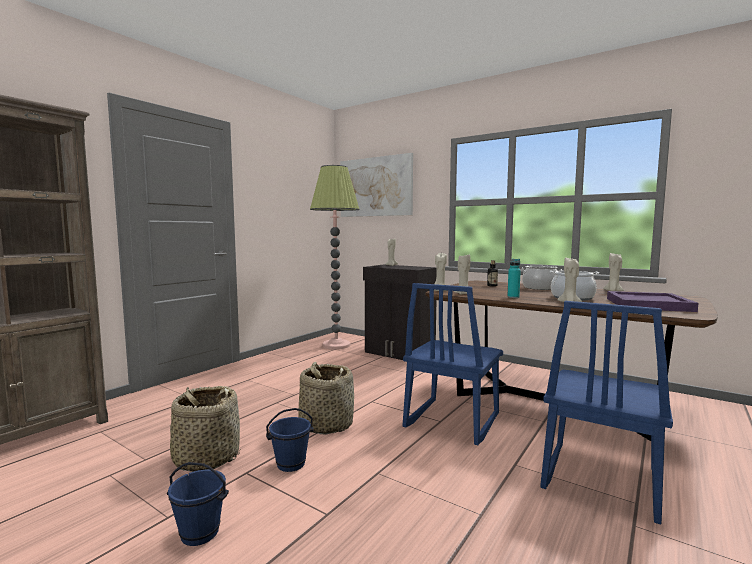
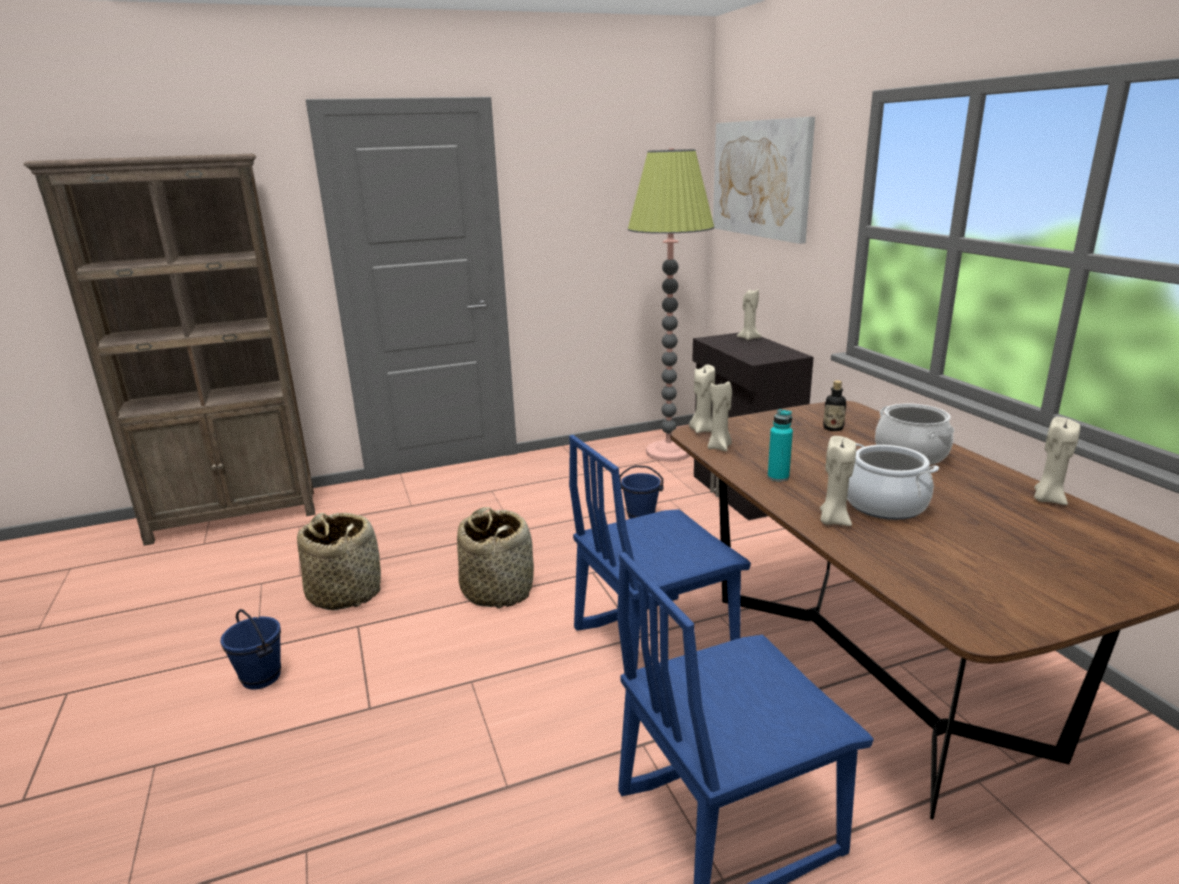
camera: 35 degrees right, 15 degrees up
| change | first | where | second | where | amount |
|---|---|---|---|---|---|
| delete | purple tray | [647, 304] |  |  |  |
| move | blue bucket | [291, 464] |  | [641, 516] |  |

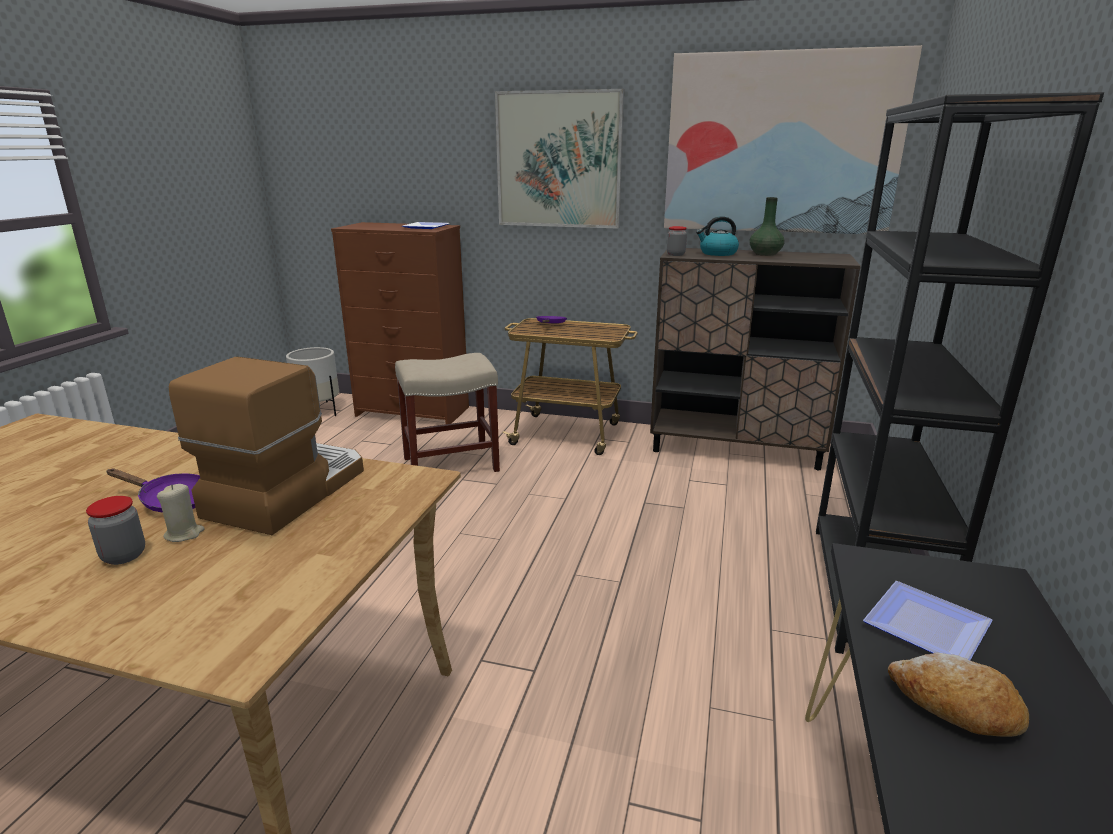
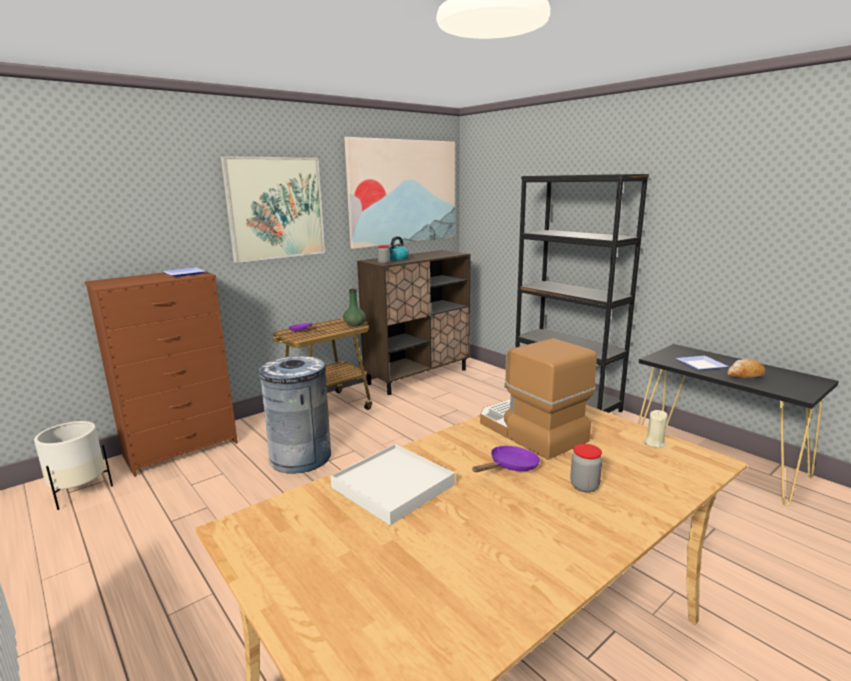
camera: 55 degrees left, 5 degrees down
| change | first | where | second | where | amount |
|---|---|---|---|---|---|
| move | green vase | [765, 254] |  | [354, 325] |  |
| replace | beige stool | [452, 464] | grey trash can | [300, 457] |  |
| move | beige candle | [184, 534] |  | [654, 443] |  |
| insert |  |  | white tray | [393, 486] |  |

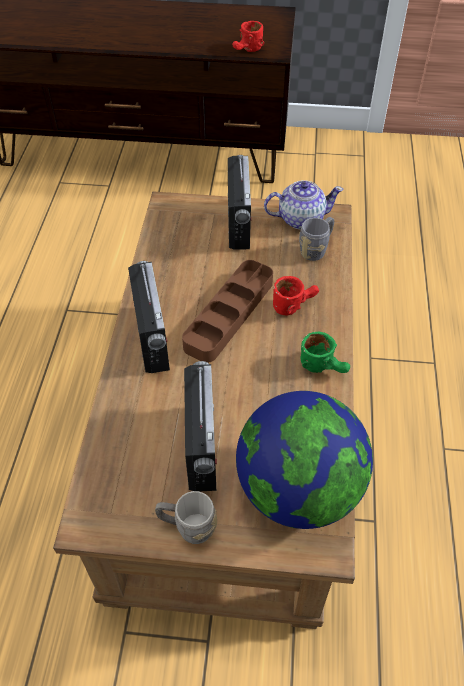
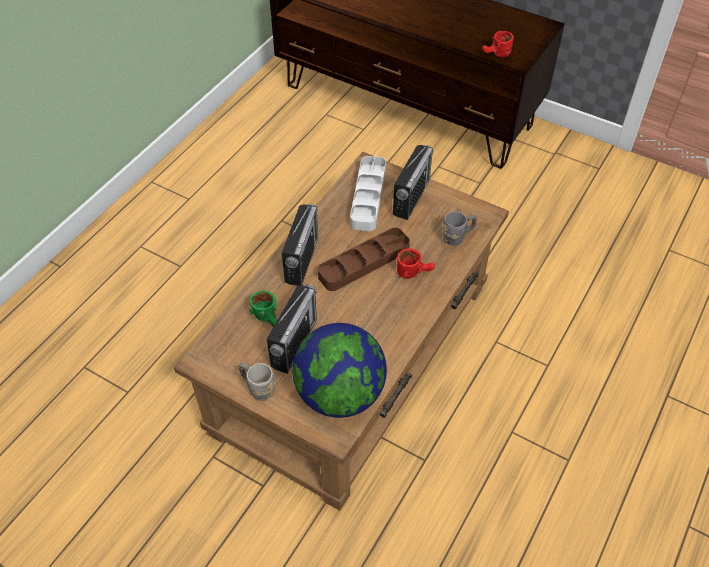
camera: 25 degrees right, 0 degrees up
| change | first | where | second | where | amount |
|---|---|---|---|---|---|
| delete | teapot | [300, 219] |  |  |  |
| move | green mug | [324, 366] |  | [269, 319] |  |
| insert |  |  | white tray | [368, 196] |  |

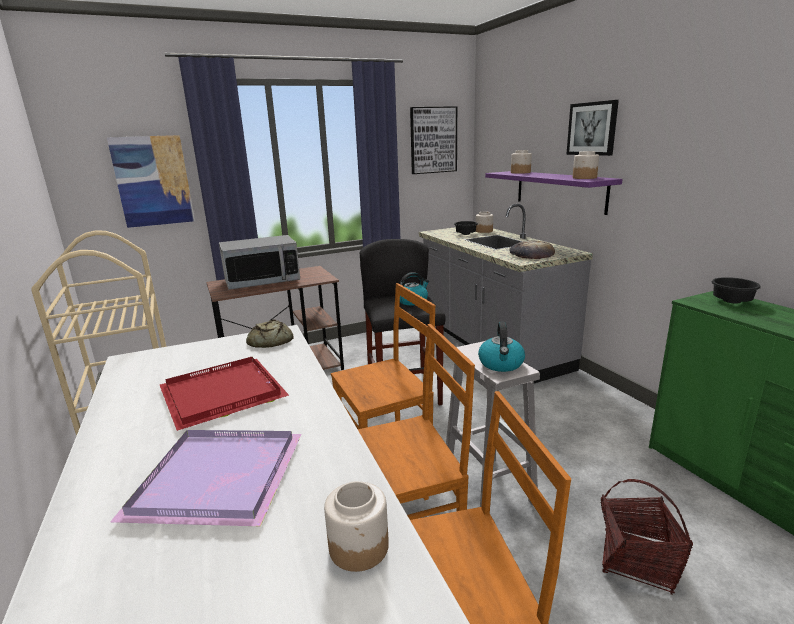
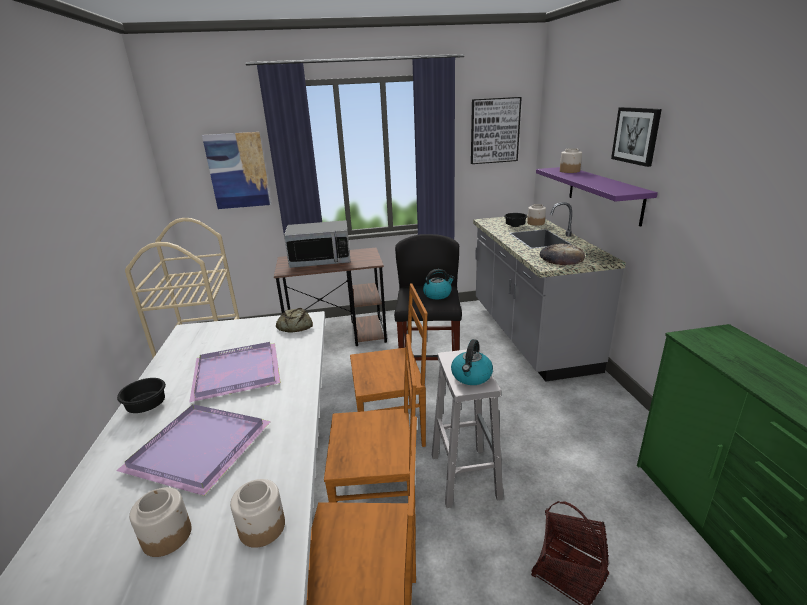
camera: 15 degrees right, 5 degrees up
| change | first | where | second | where | amount |
|---|---|---|---|---|---|
| move | jar | [584, 178] |  | [167, 536] |  |
| move | black bowl | [731, 302] |  | [145, 407] |  |
| recolor | red tray | [225, 394] | purple tray | [238, 373] |  |

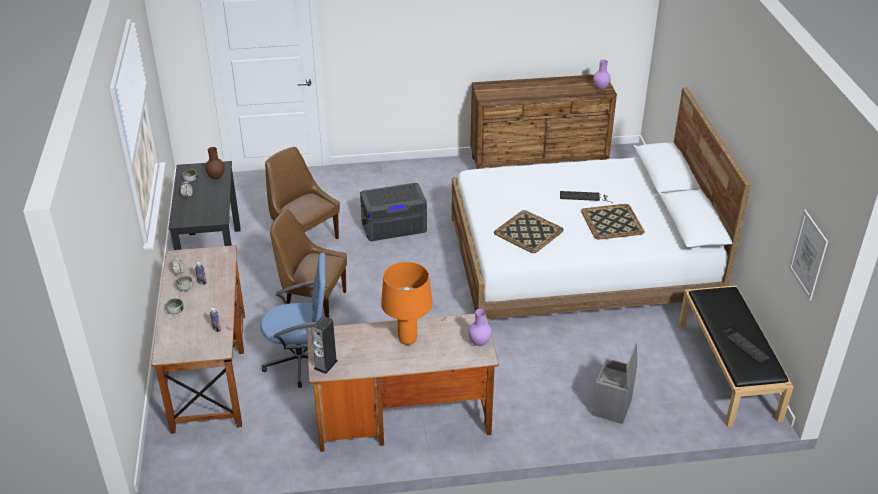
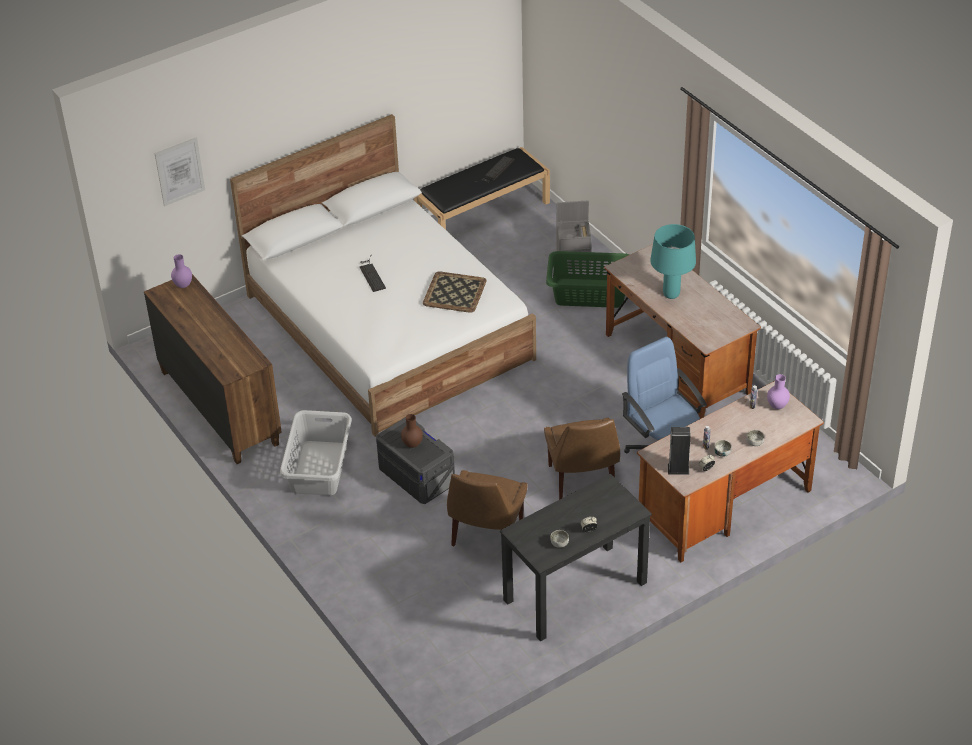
camera: 115 degrees left, 5 degrees up
| change | first | where | second | where | amount |
|---|---|---|---|---|---|
| move | brown vase | [216, 177] |  | [413, 444] |  |
| delete | tray | [612, 222] |  |  |  |
| move | picture | [808, 255] |  | [180, 171] |  |
| recolor | orange table lamp | [408, 340] | turquoise table lamp | [671, 294] |  |
| move | purple vase | [480, 343] |  | [776, 406] |  |
| move | speaker | [325, 364] |  | [678, 469] |  |
| insert |  |  | green laundry basket | [590, 293] |  |
| insert |  |  | grey laundry basket | [318, 468] |  |

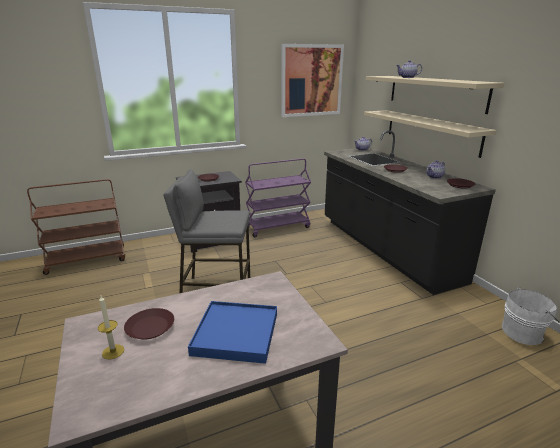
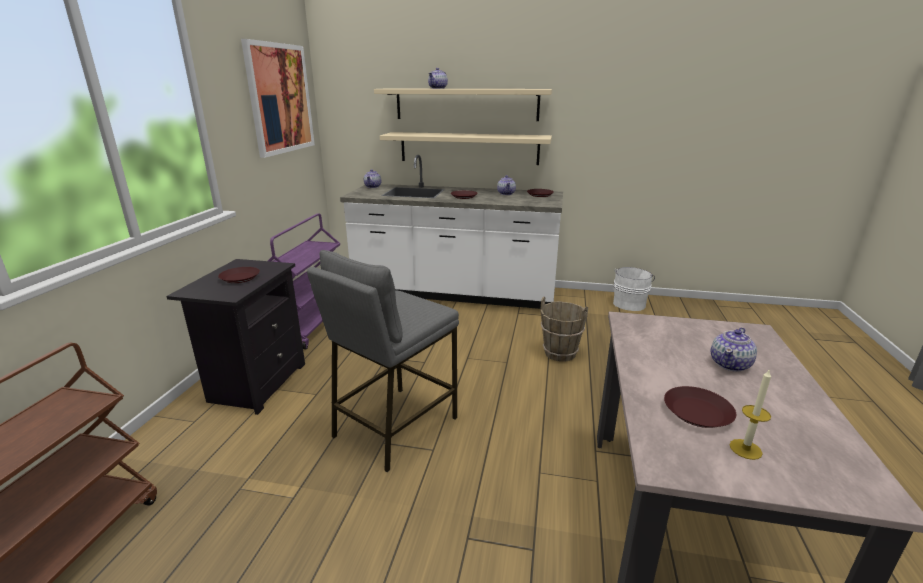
camera: 55 degrees left, 0 degrees up
| change | first | where | second | where | amount |
|---|---|---|---|---|---|
| recolor | black counter | [385, 249] | white counter | [455, 293] |  |
| replace | blue tray | [236, 334] | teapot | [730, 364] |  |
| insert |  |  | brown bucket | [560, 353] |  |

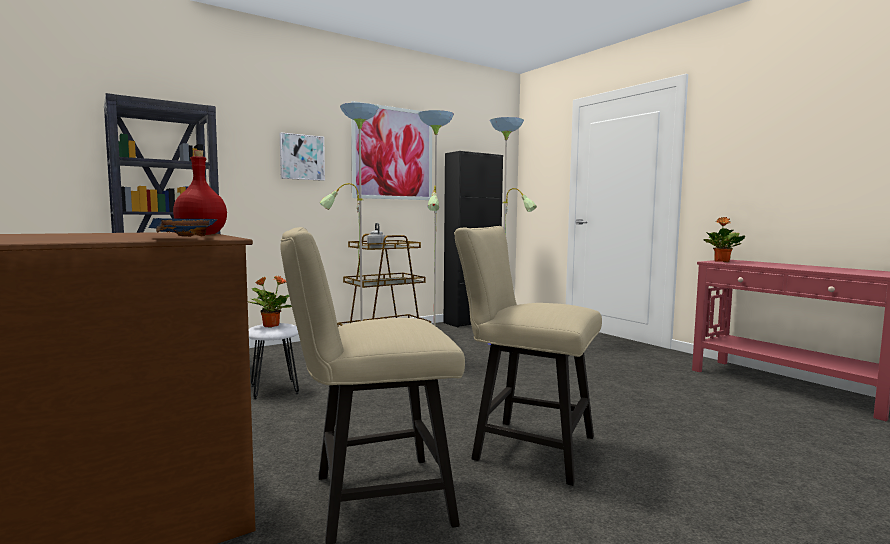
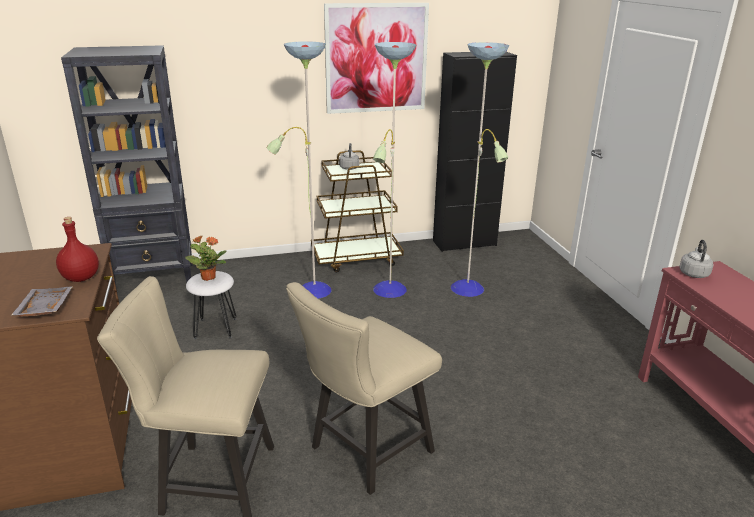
camera: 20 degrees right, 20 degrees up
| change | first | where | second | where | amount |
|---|---|---|---|---|---|
| delete | picture | [301, 157] |  |  |  |
| replace | potted plant | [721, 261] | grey kettle | [693, 273] |  |
| recolor | blue tray | [179, 238] | grey tray | [44, 309] |  |
| rotate | beige chair | [525, 447] |  | [364, 453] | 90 degrees counterclockwise |

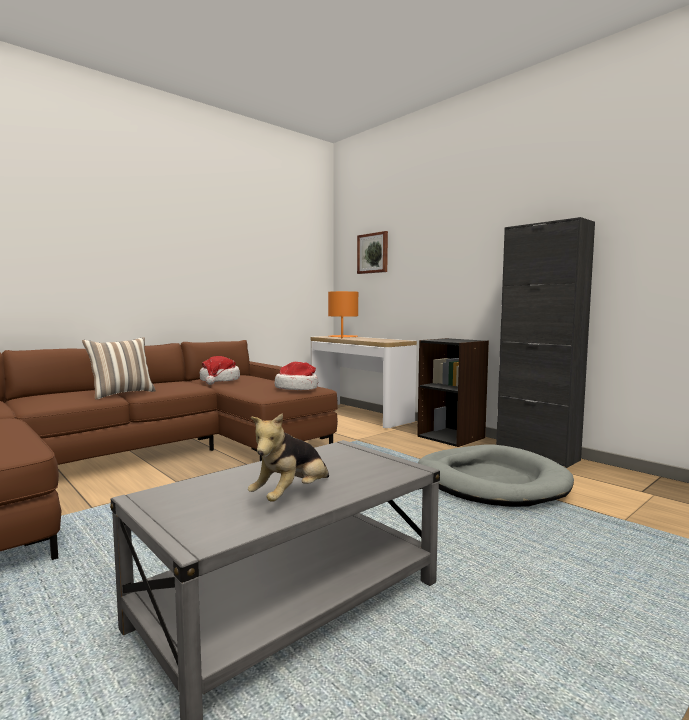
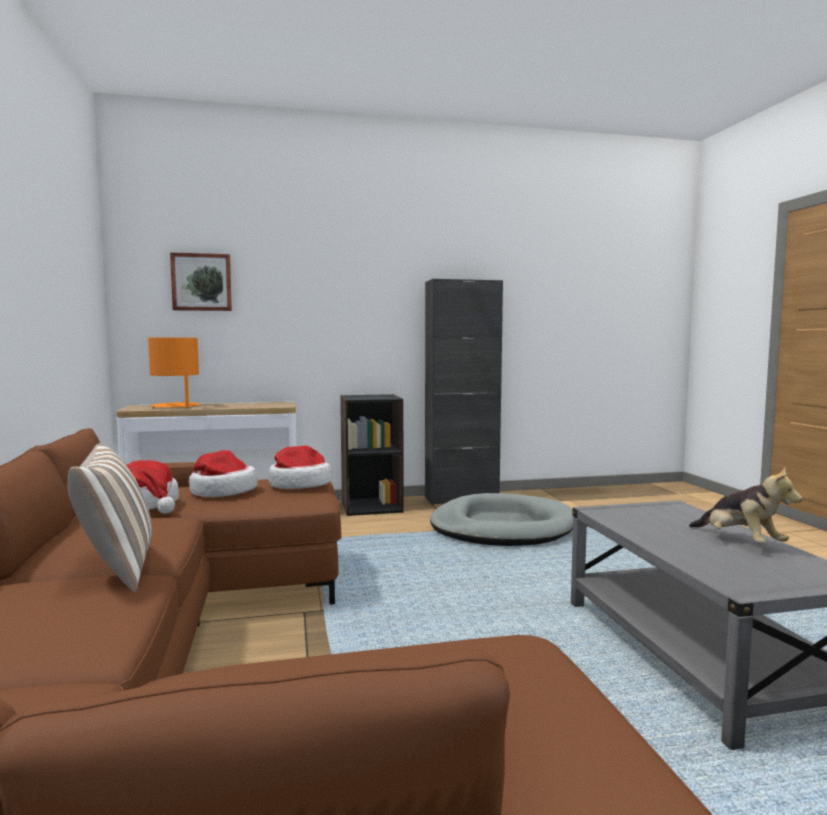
camera: 60 degrees left, 0 degrees up
| change | first | where | second | where | amount |
|---|---|---|---|---|---|
| insert |  |  | hat | [222, 492] |  |

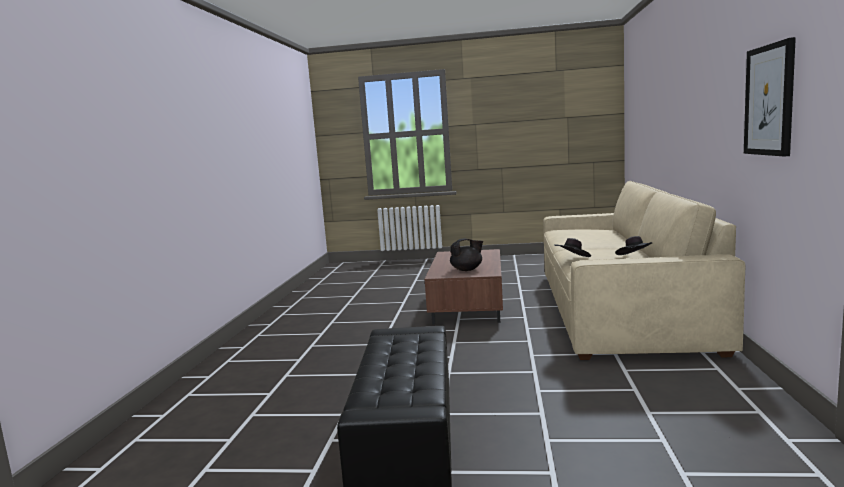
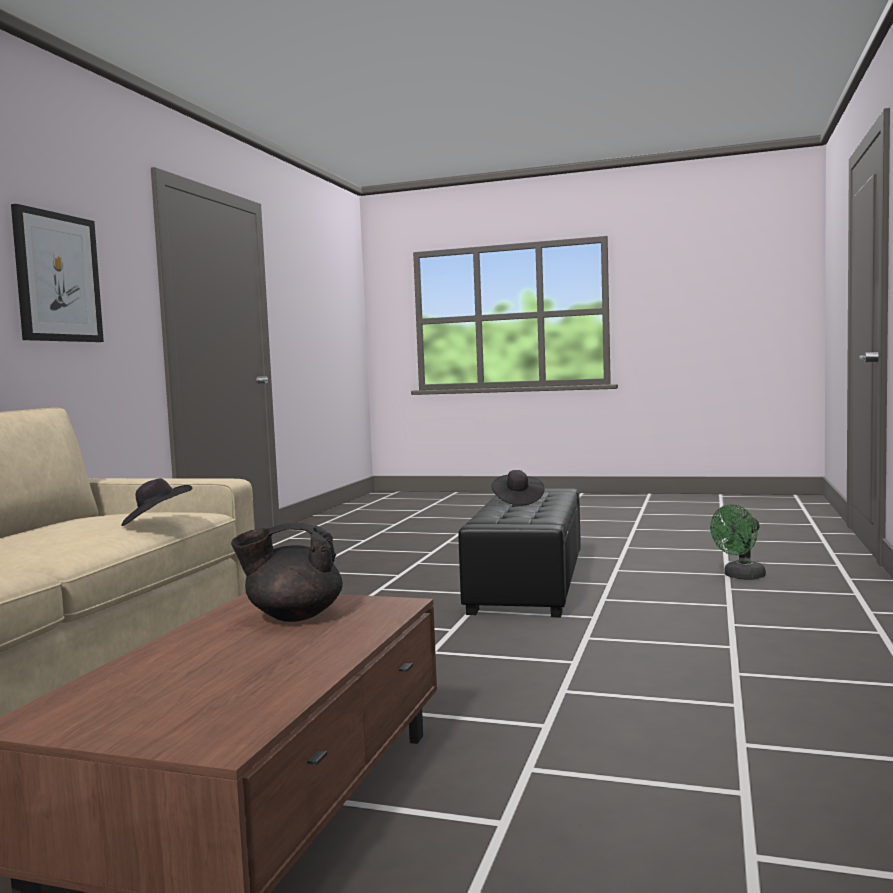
camera: 170 degrees left, 5 degrees down
| change | first | where | second | where | amount |
|---|---|---|---|---|---|
| move | black hat | [634, 257] |  | [517, 501] |  |
| insert |  |  | green fan | [740, 577] |  |

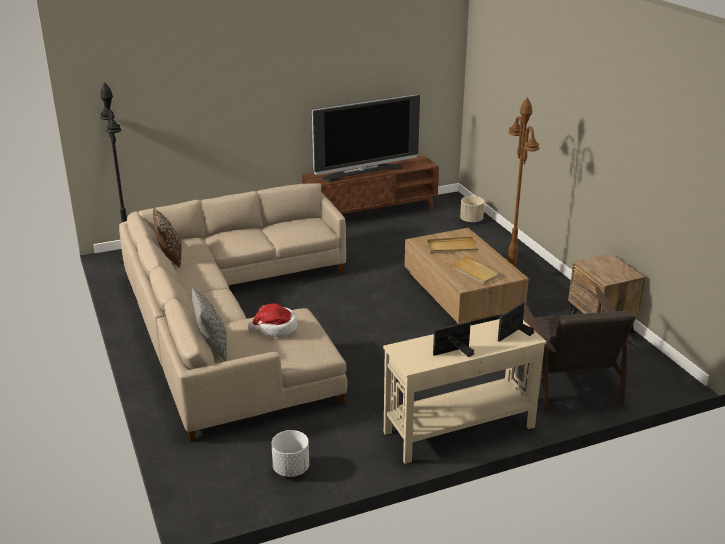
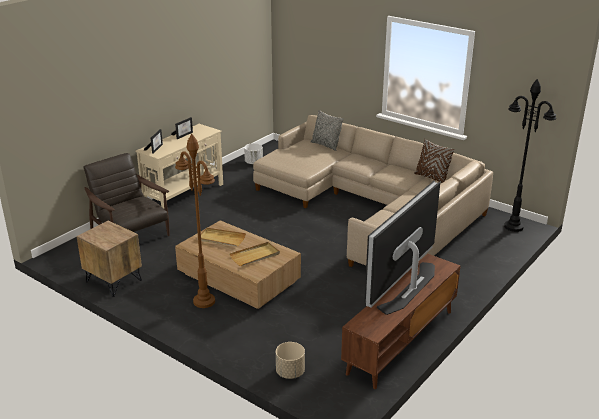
camera: 150 degrees right, 0 degrees up
| change | first | where | second | where | amount |
|---|---|---|---|---|---|
| delete | hat | [276, 328] |  |  |  |

